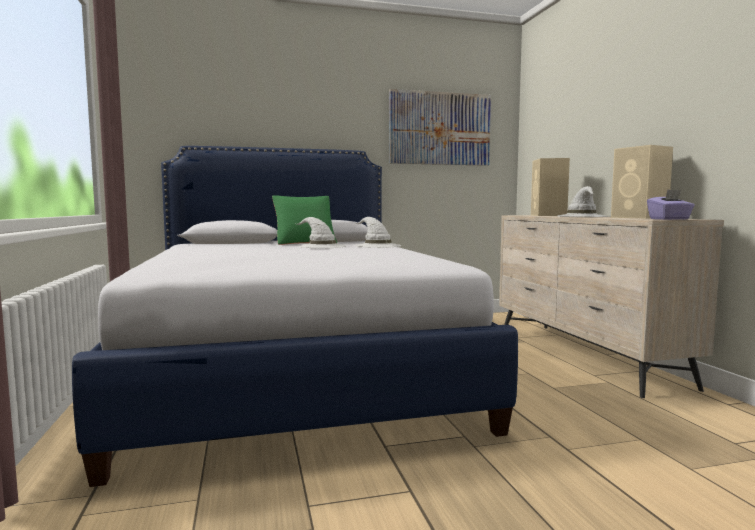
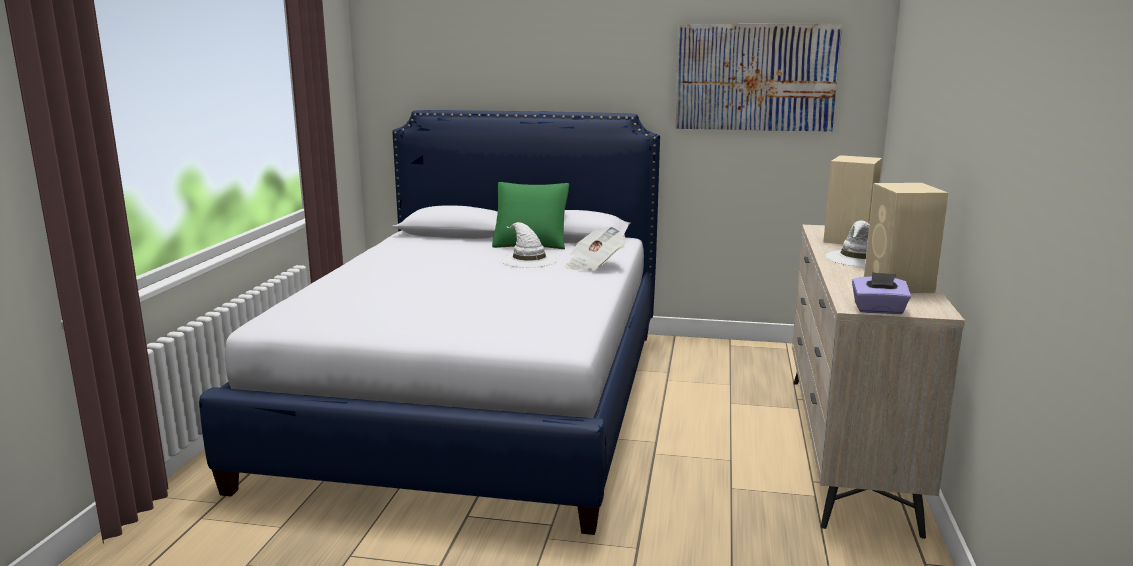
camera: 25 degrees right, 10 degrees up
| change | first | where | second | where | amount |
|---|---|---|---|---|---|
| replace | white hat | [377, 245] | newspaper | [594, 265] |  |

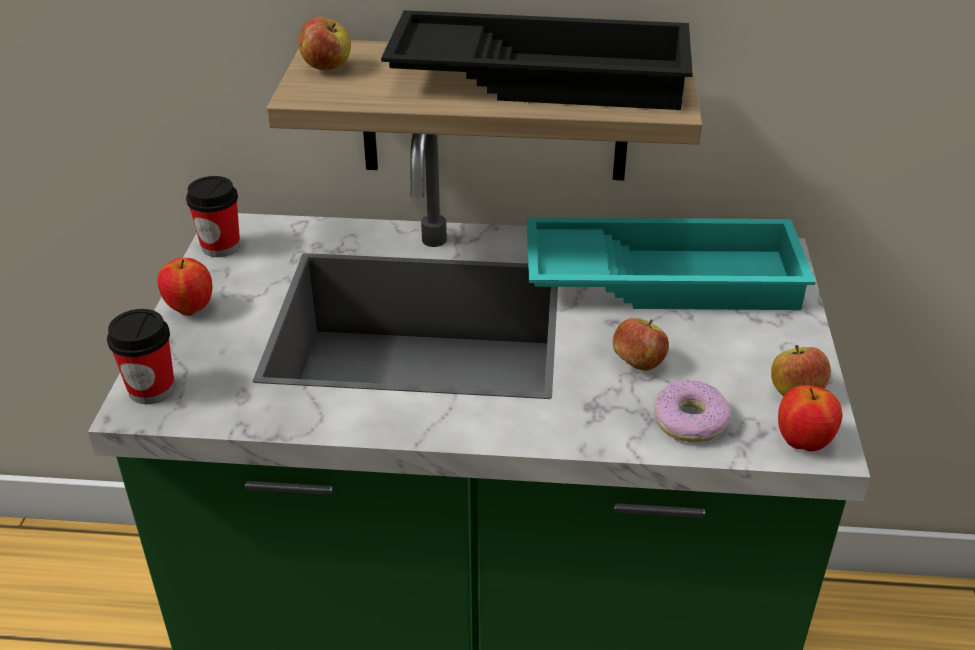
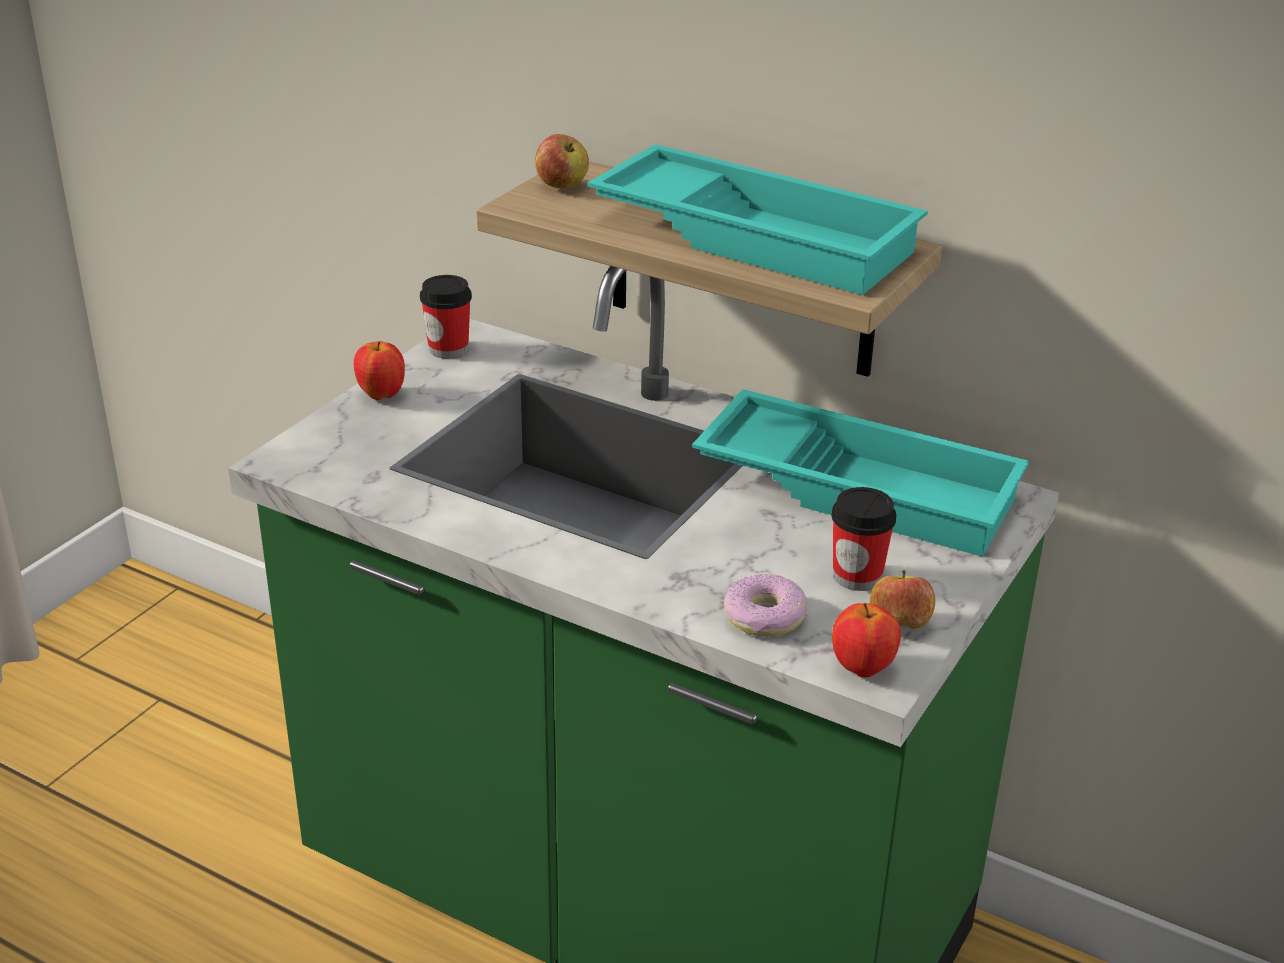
camera: 25 degrees right, 5 degrees down
| change | first | where | second | where | amount |
|---|---|---|---|---|---|
| recolor | black tray | [542, 76] | turquoise tray | [758, 236] |  |
| move | cup | [152, 389] |  | [857, 576] |  |
| delete | apple | [638, 364] |  |  |  |

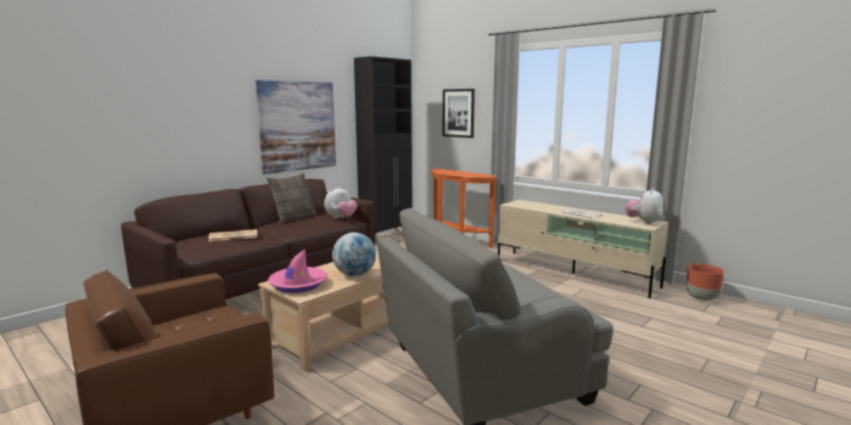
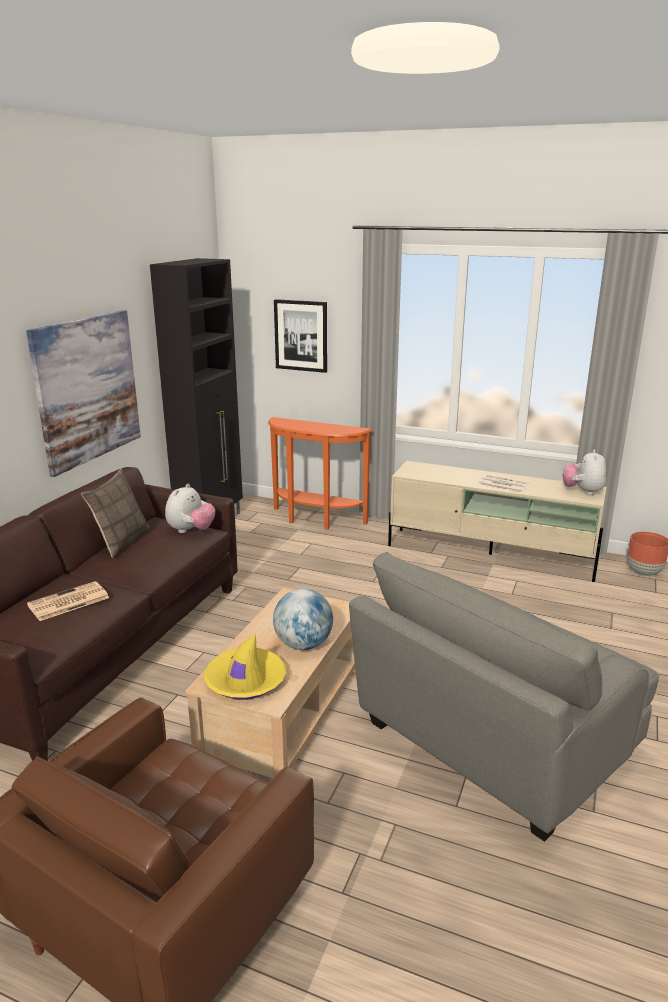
camera: 20 degrees left, 10 degrees up
| change | first | where | second | where | amount |
|---|---|---|---|---|---|
| recolor | pink hat | [298, 285] | yellow hat | [245, 681] |  |

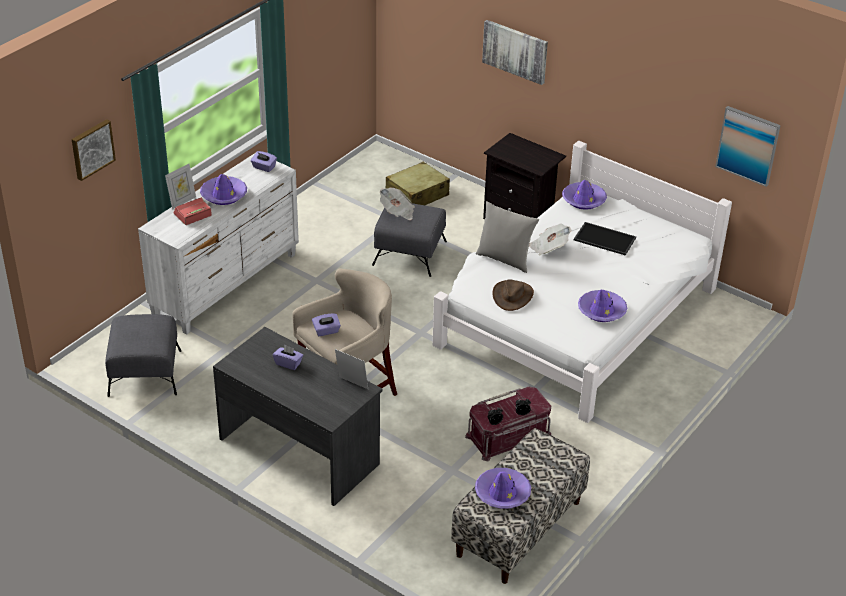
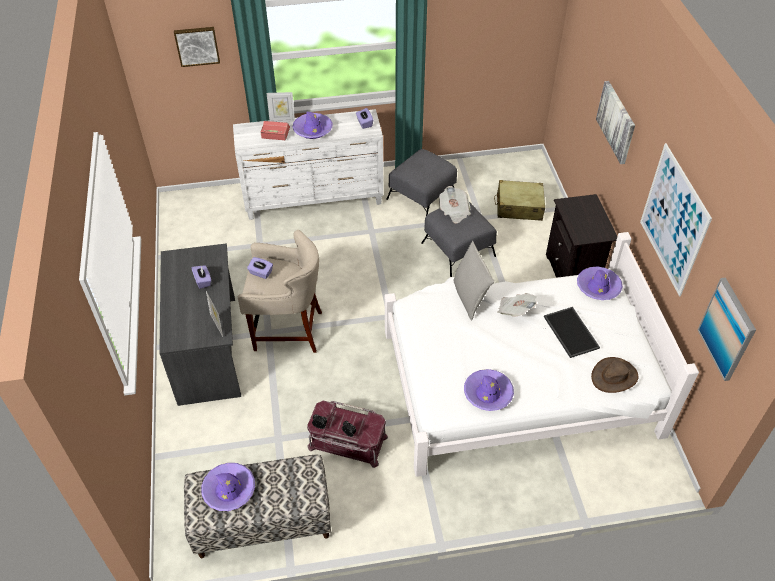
camera: 45 degrees right, 10 degrees up
| change | first | where | second | where | amount |
|---|---|---|---|---|---|
| move | brown hat | [512, 296] |  | [614, 376] |  |
| move | grey ottoman | [145, 372] |  | [422, 197] |  |
| insert |  |  | picture | [673, 220] |  |

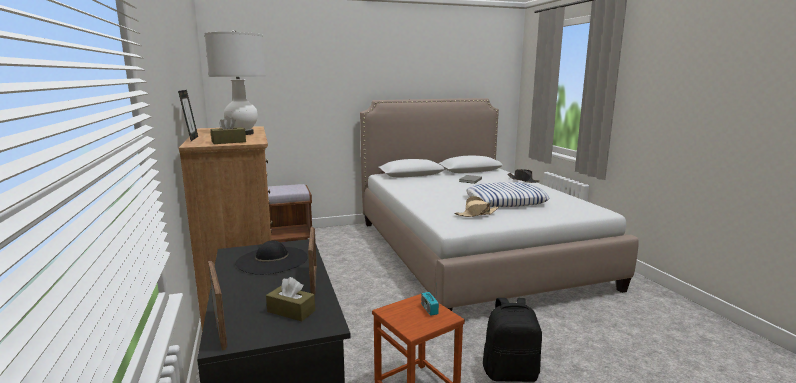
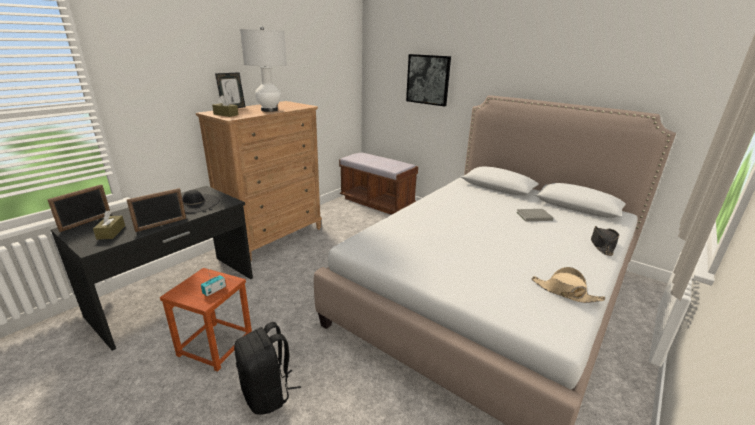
camera: 55 degrees right, 10 degrees up
| change | first | where | second | where | amount |
|---|---|---|---|---|---|
| delete | pillow | [506, 201] |  |  |  |
| move | beige hat | [476, 214] |  | [565, 292] |  |
| insert |  |  | picture | [428, 79] |  |

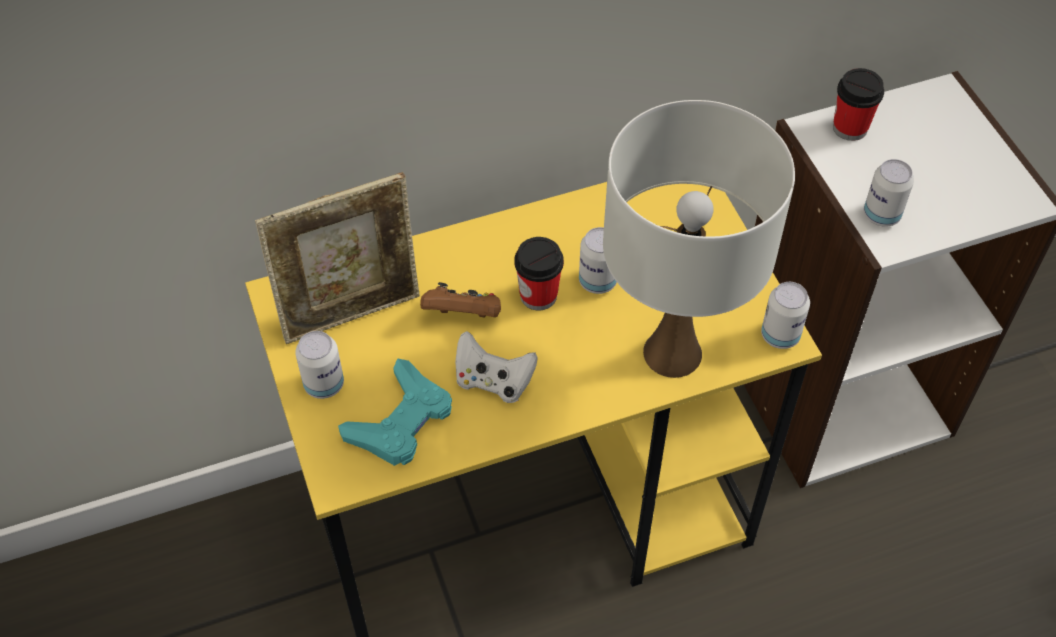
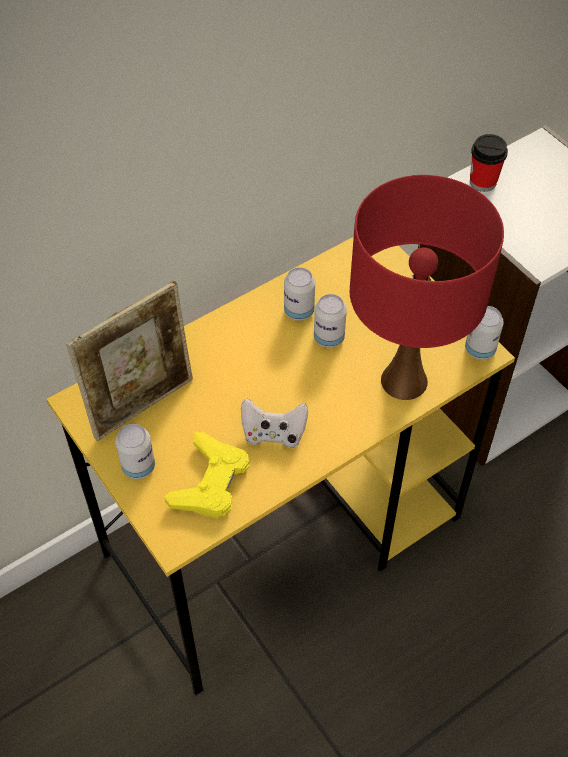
camera: 15 degrees left, 0 degrees up
| change | first | where | second | where | amount |
|---|---|---|---|---|---|
| recolor | white table lamp | [673, 352] | red table lamp | [404, 380] |  |
| move | can | [881, 215] |  | [299, 311] |  |
| delete | cup | [538, 295] |  |  |  |
| delete | brown game controller | [463, 316] |  |  |  |
| recolor | turquoise game controller | [401, 421] | yellow game controller | [210, 482] |  |

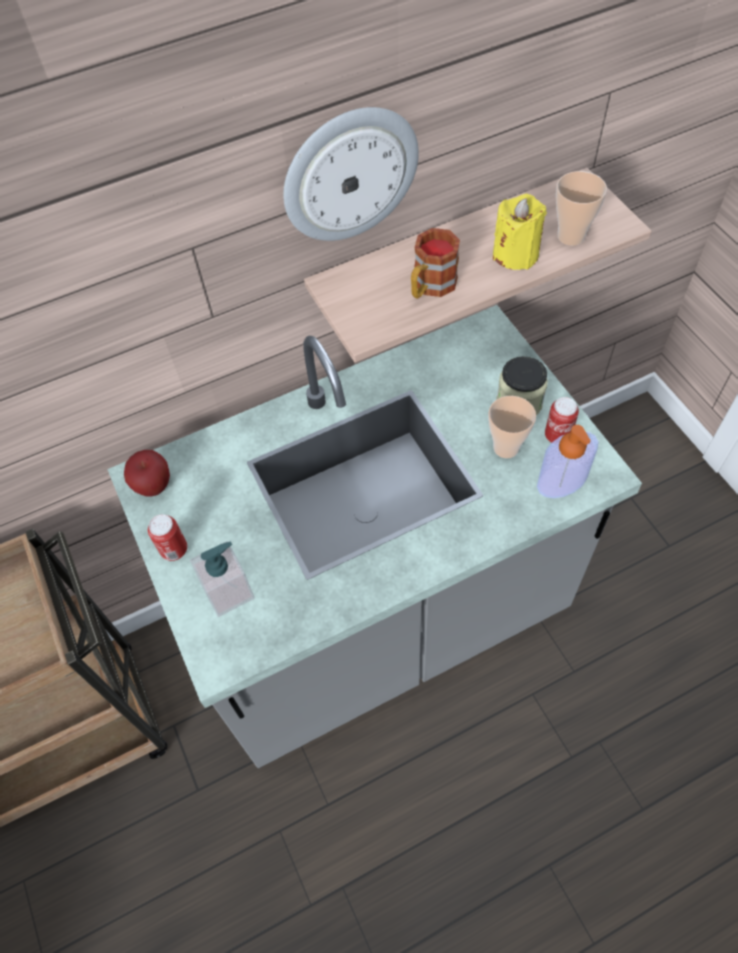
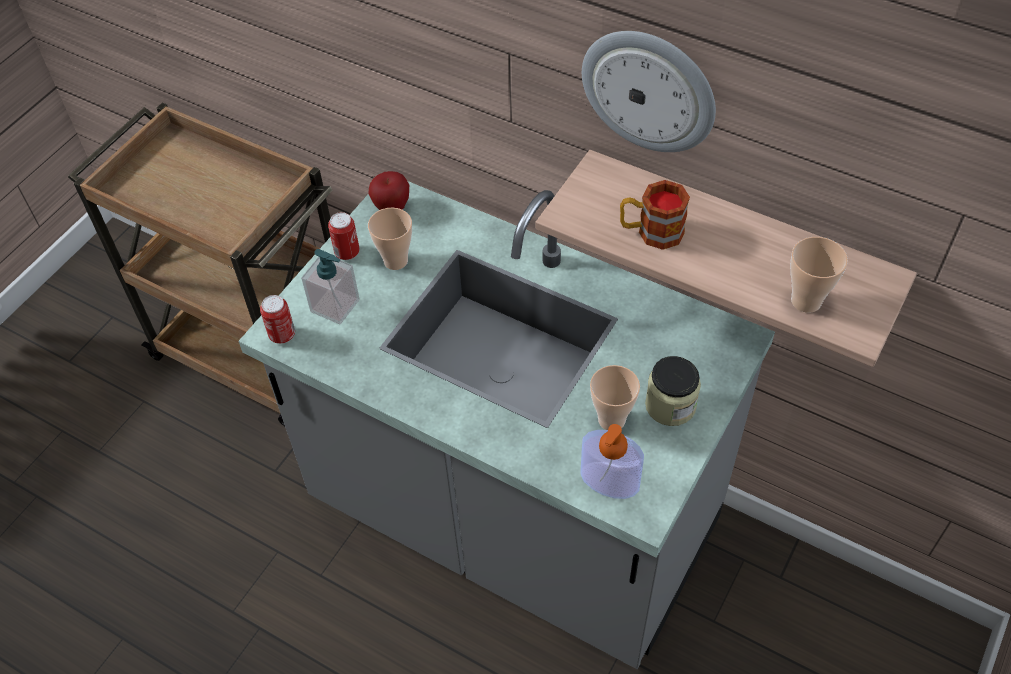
camera: 55 degrees right, 5 degrees down
| change | first | where | second | where | amount |
|---|---|---|---|---|---|
| delete | yellow candle | [515, 254] |  |  |  |
| move | can | [557, 436] |  | [282, 335] |  |
| insert |  |  | cup | [395, 260] |  |

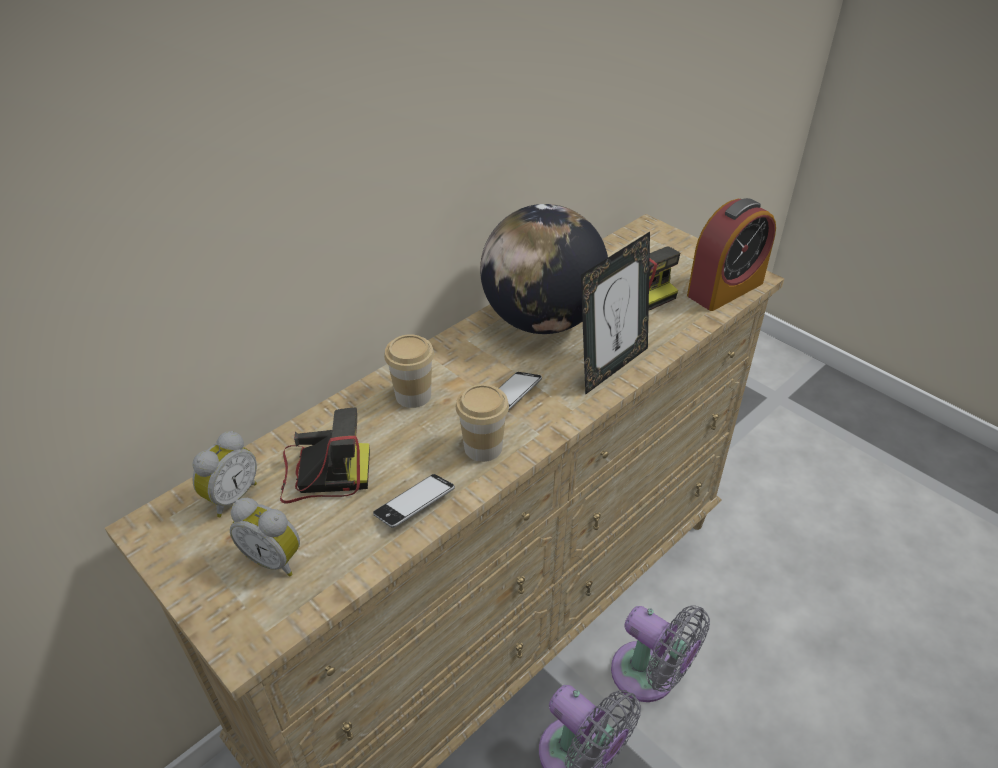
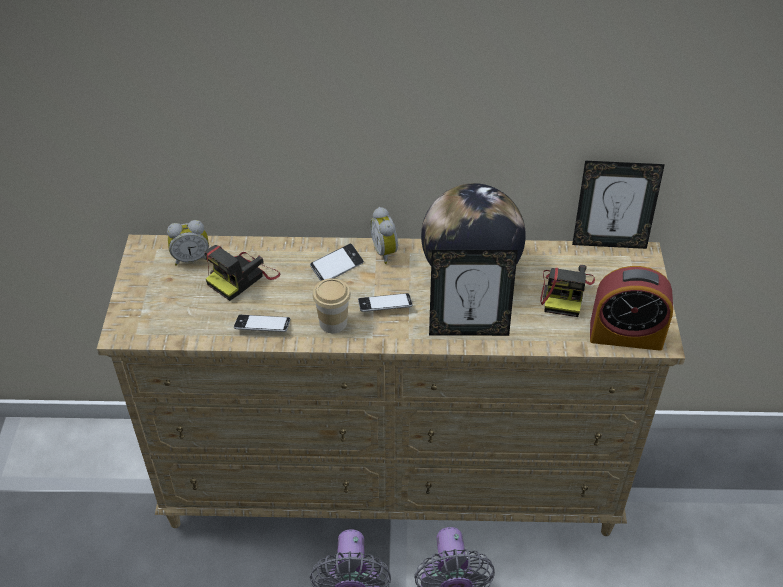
camera: 45 degrees right, 5 degrees up
| change | first | where | second | where | amount |
|---|---|---|---|---|---|
| replace | cup | [413, 395] | phone | [337, 266] |  |
| rotate | photo camera | [322, 473] |  | [242, 277] | 90 degrees clockwise |
| move | alarm clock | [275, 558] |  | [386, 251] |  |
| insert |  |  | picture frame | [608, 242] |  |

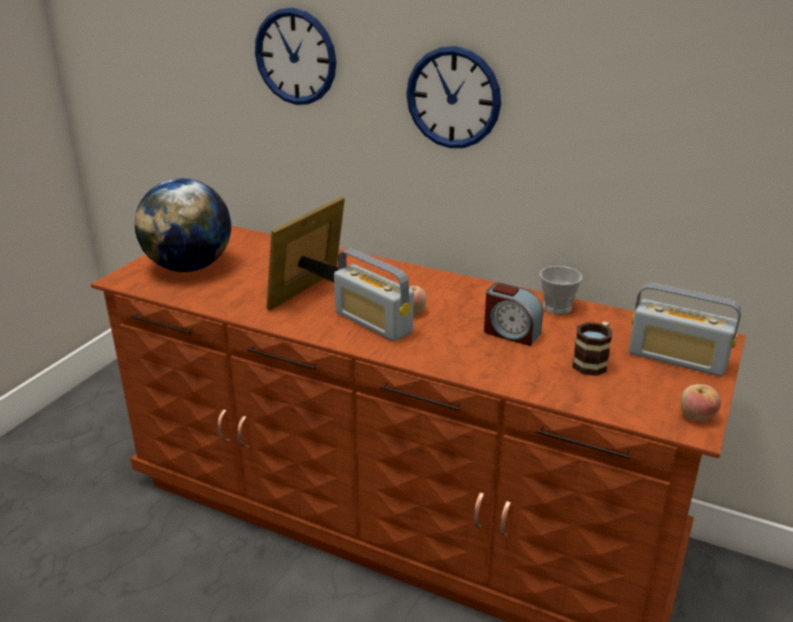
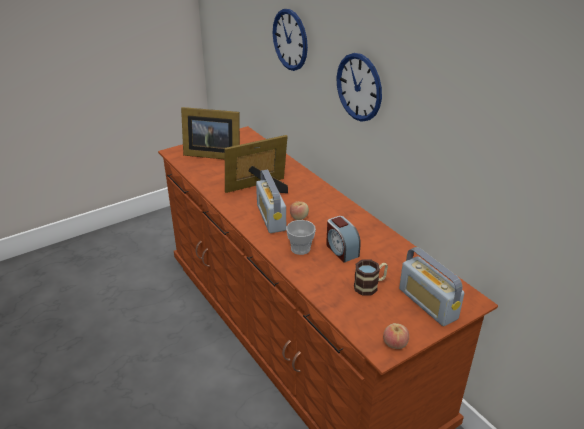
camera: 30 degrees right, 5 degrees up
| change | first | where | second | where | amount |
|---|---|---|---|---|---|
| replace | globe | [189, 267] | picture frame | [211, 154] |  |
| move | cup | [557, 307] |  | [300, 248] |  |

